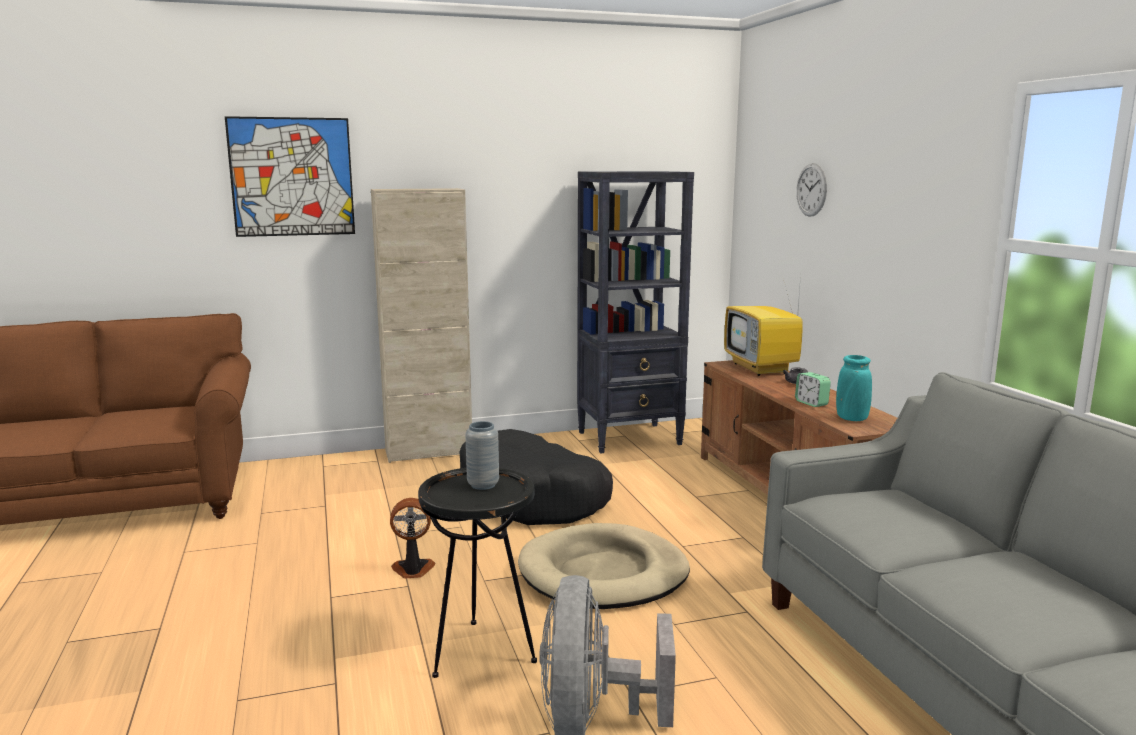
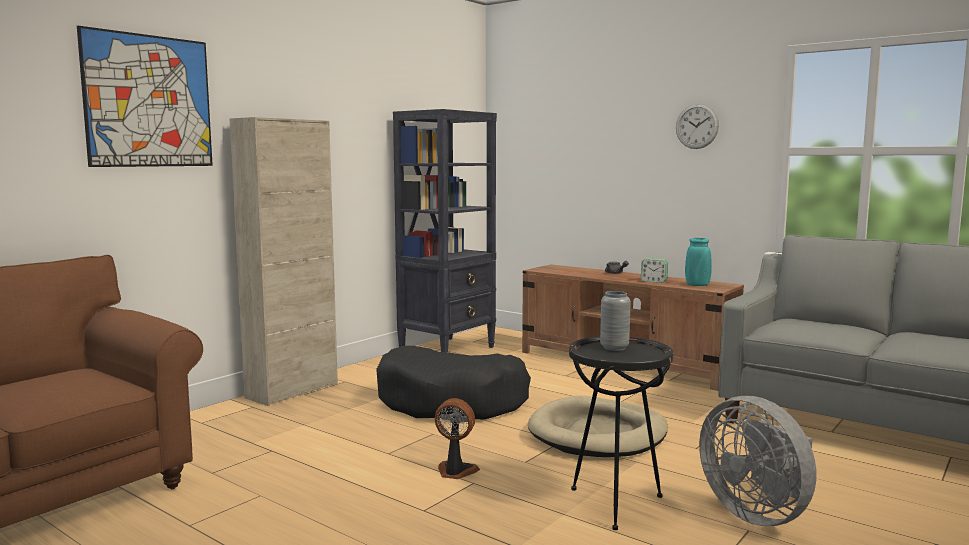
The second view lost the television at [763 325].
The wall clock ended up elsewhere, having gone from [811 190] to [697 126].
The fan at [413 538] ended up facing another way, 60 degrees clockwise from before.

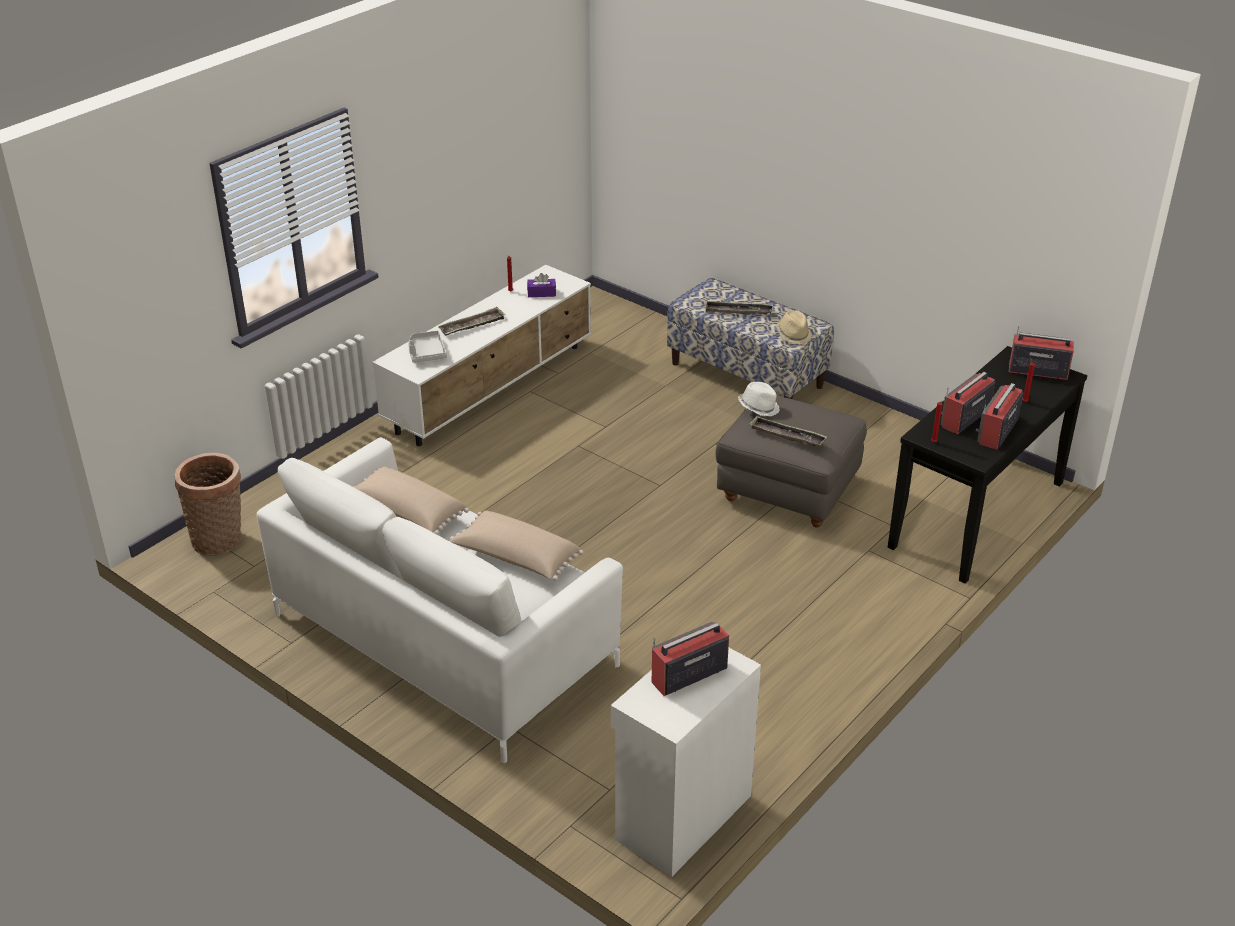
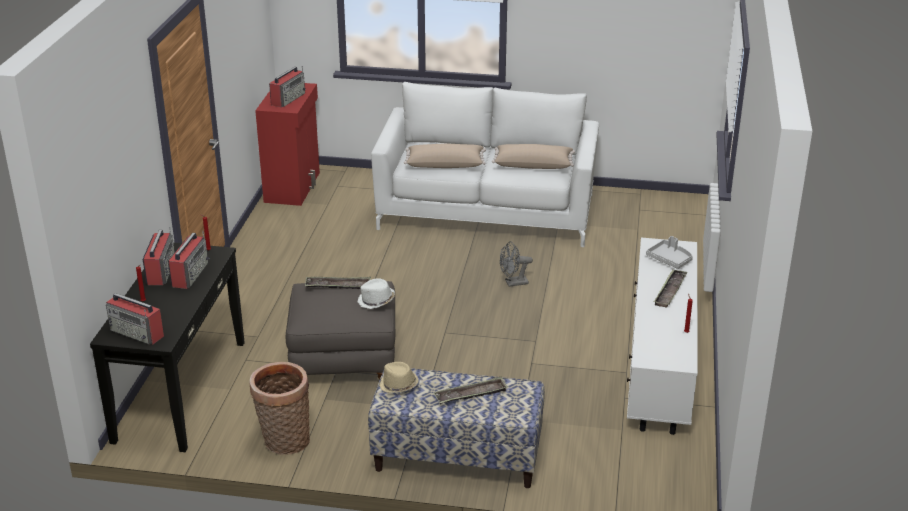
The second view lost the tissue box (purple) at [541 285].
The second view gained the fan (grey) at [516 264].
The basket ended up elsewhere, having gone from [208 504] to [279 408].
What was the cabinet (white) at [686 762] turned into the cabinet (red) at [287 144].
The radio at [1041 353] ended up facing another way, 45 degrees clockwise from before.

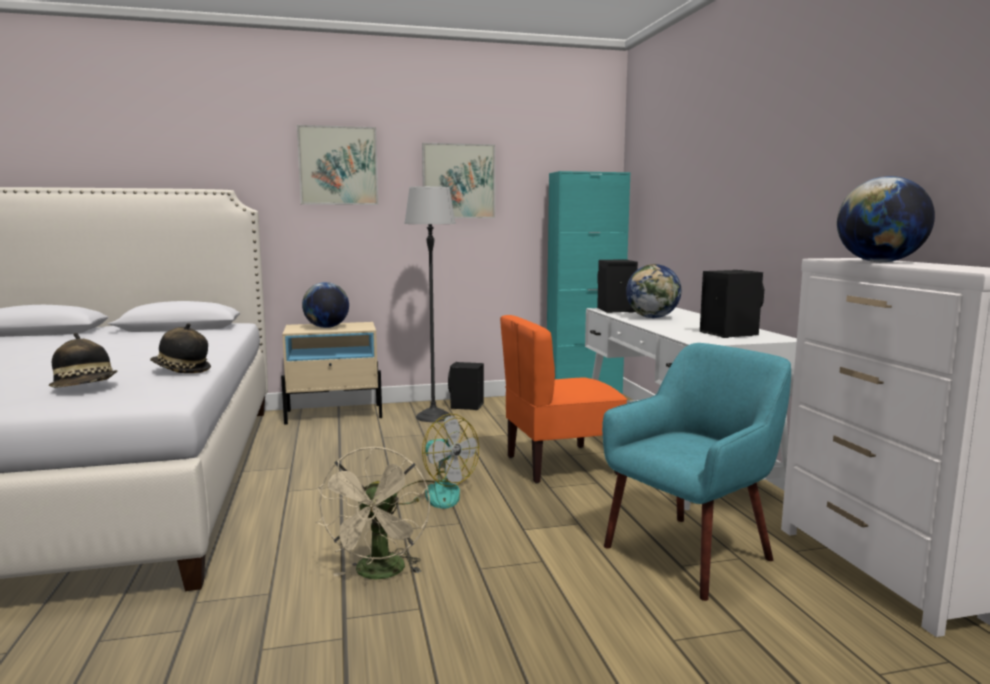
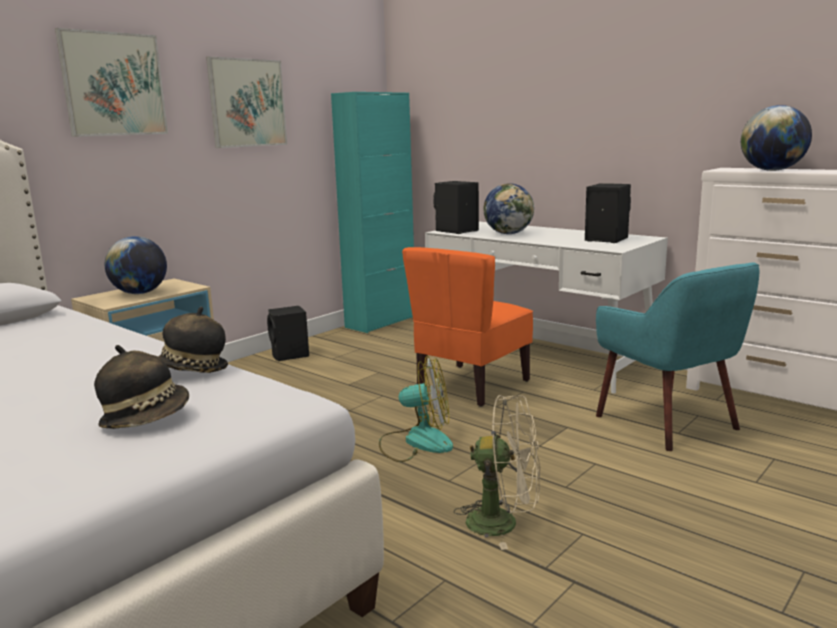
The second view lost the floor lamp at [430 304].
The fan (beige) at [373 512] ended up facing another way, 45 degrees counterclockwise from before.
The armchair (turquoise) at [696 472] ended up facing another way, 135 degrees clockwise from before.

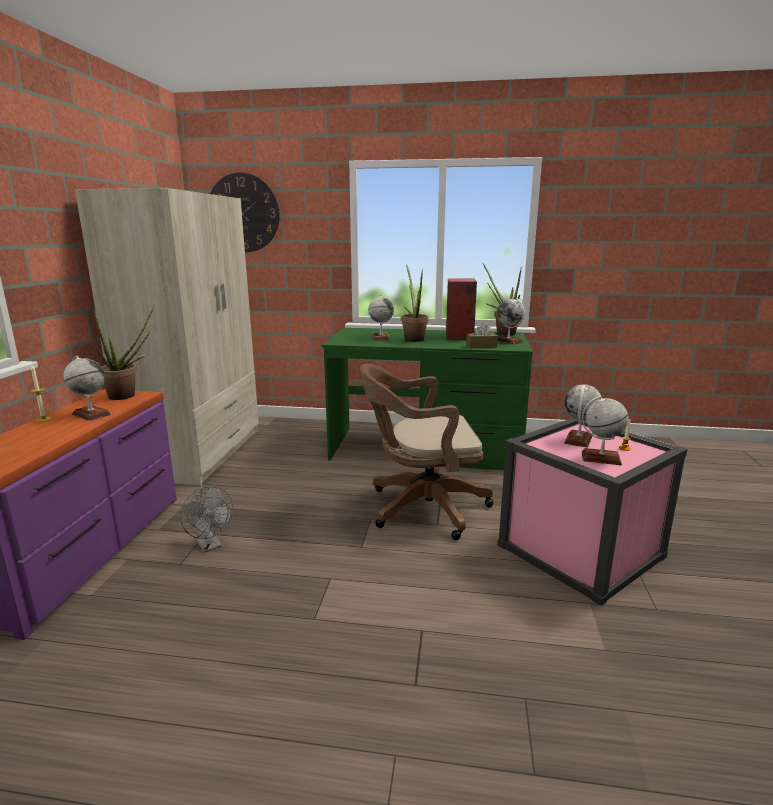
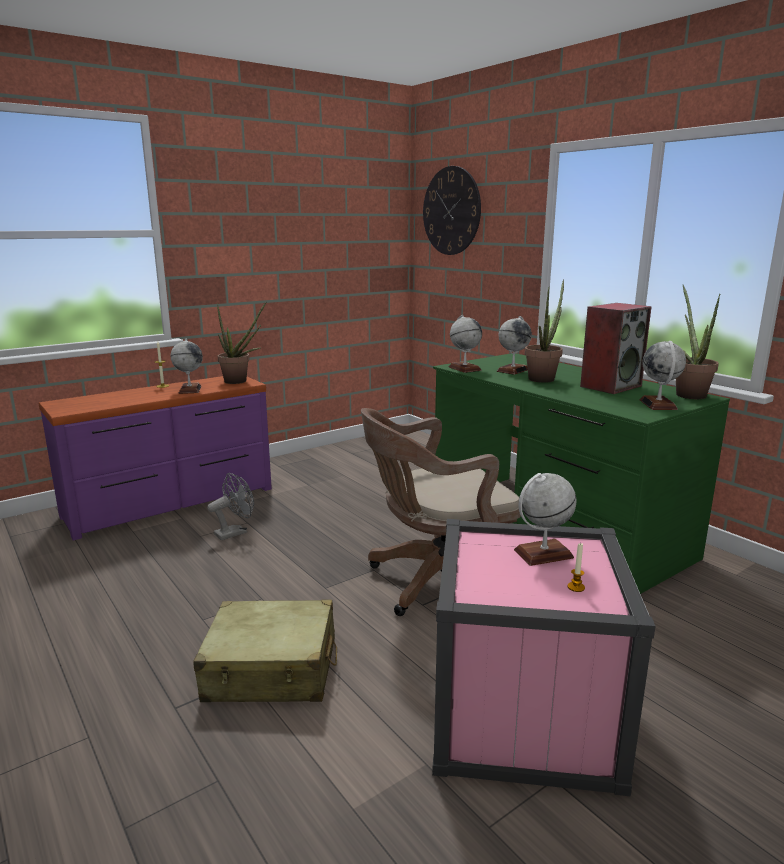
The second view lost the wardrobe (beige) at [167 336].
The second view lost the tissue box (brown) at [482 335].
The second view gained the suitcase (beige) at [265 651].
The globe ended up elsewhere, having gone from [605 430] to [465 344].
The fan (grey) at [207 519] ended up facing another way, 135 degrees counterclockwise from before.
The office chair (brown) at [427 452] ended up facing another way, 60 degrees counterclockwise from before.

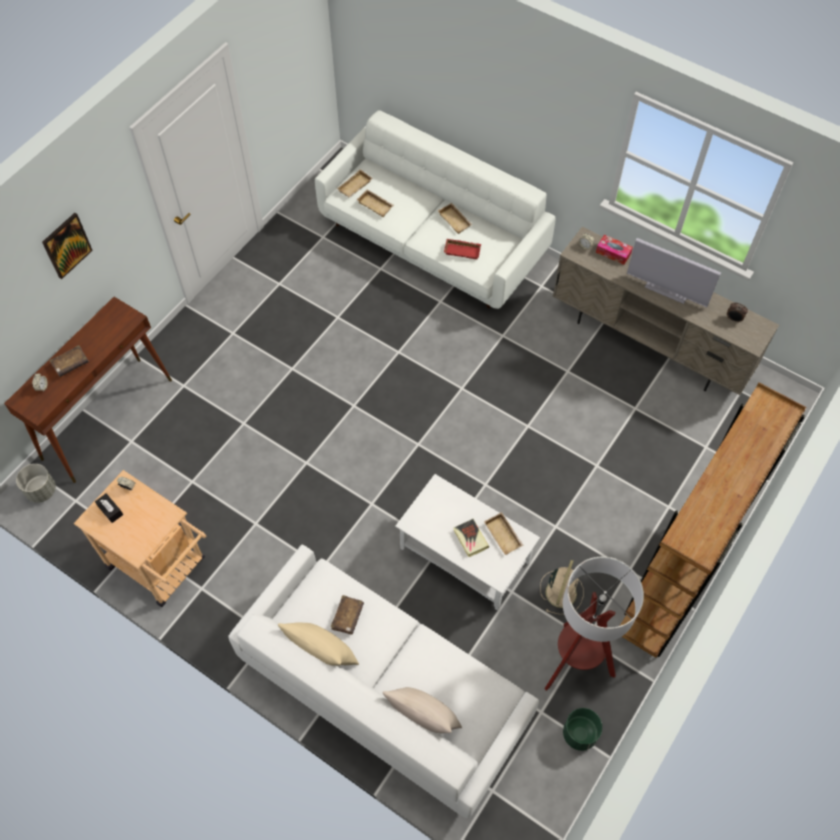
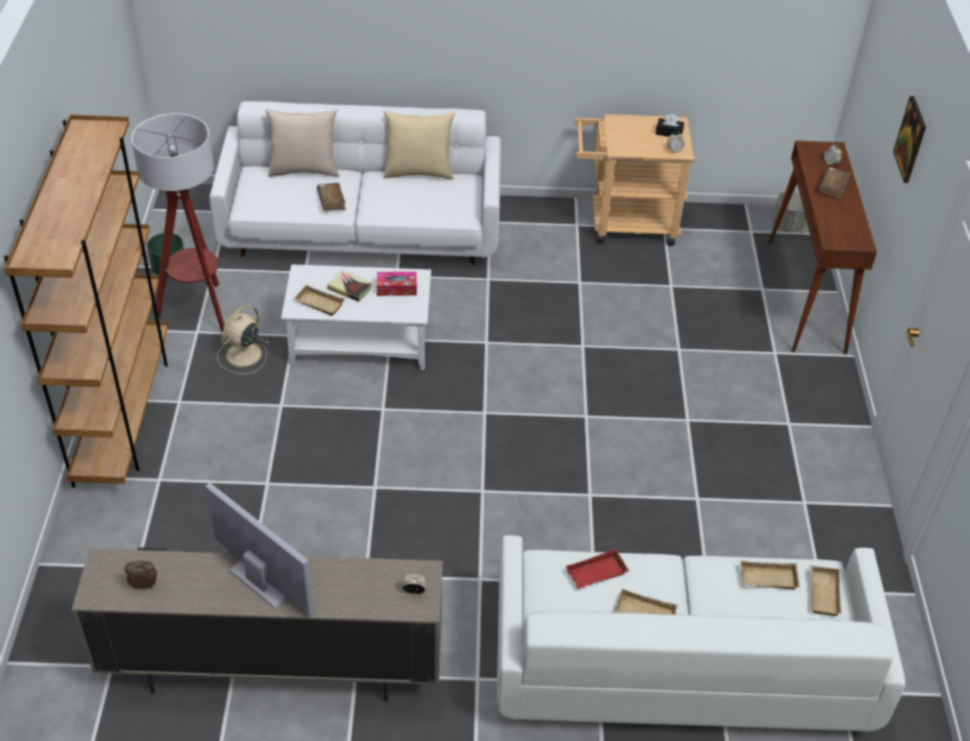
The book (brown) ended up elsewhere, having gone from [347 615] to [331 197].
The tissue box ended up elsewhere, having gone from [614 250] to [397 284].
The fan (beige) at [562 587] ended up facing another way, 45 degrees clockwise from before.
The television at [674 272] ended up facing another way, 45 degrees clockwise from before.

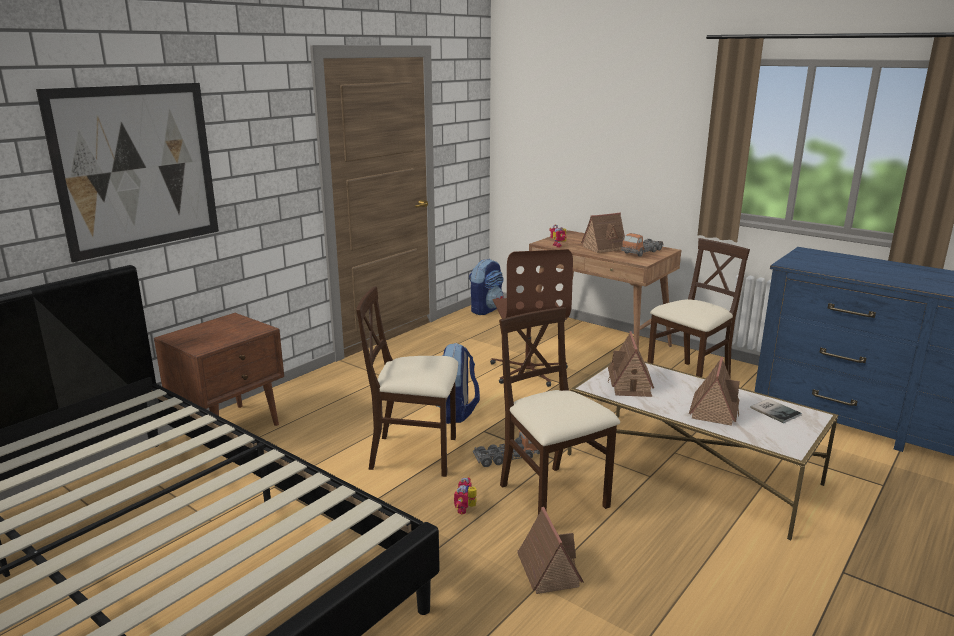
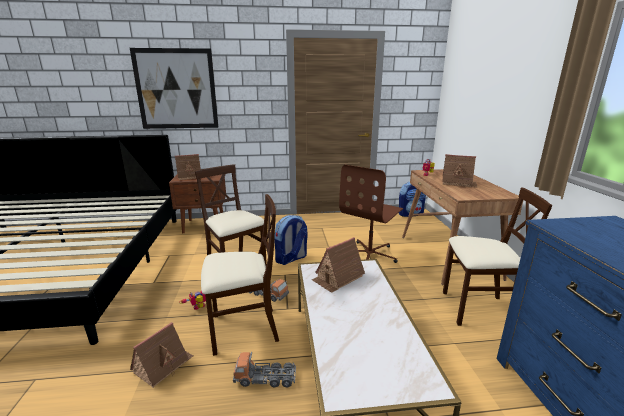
The second view lost the book at [776 411].
The toy truck ended up elsewhere, having gone from [642 245] to [264 369].
The toy house ended up elsewhere, having gone from [714 391] to [190 167].
The chair (beige) at [559 410] ended up facing another way, 60 degrees clockwise from before.

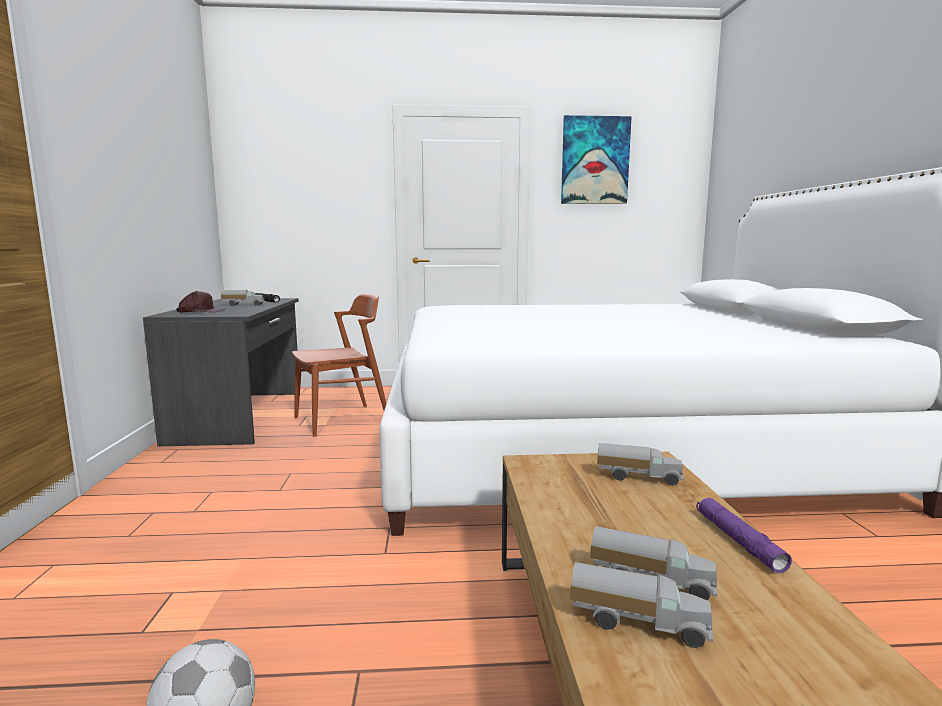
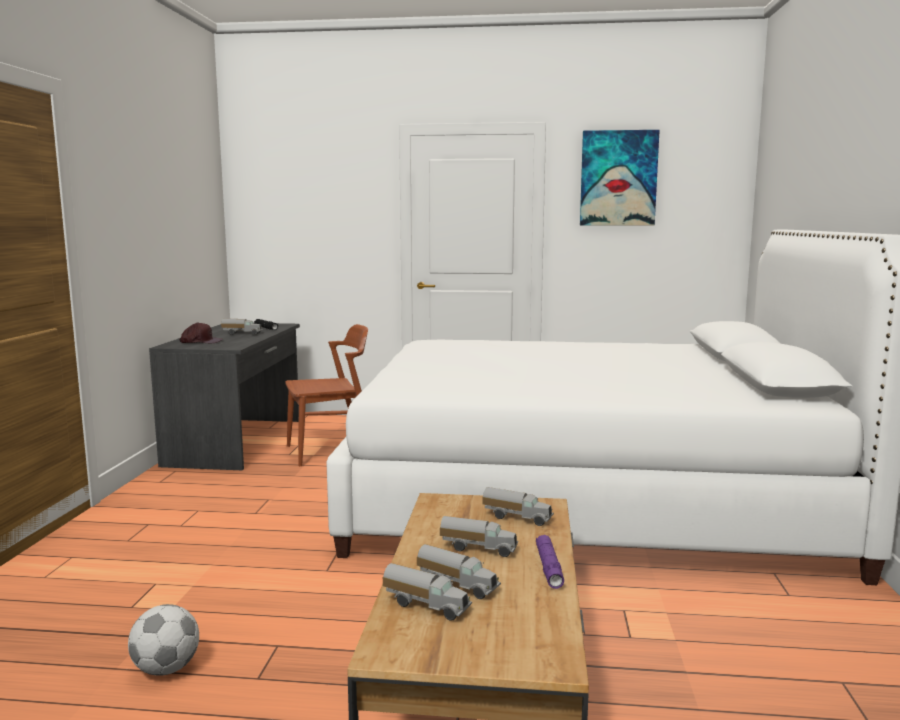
The second view gained the toy truck at [479 536].

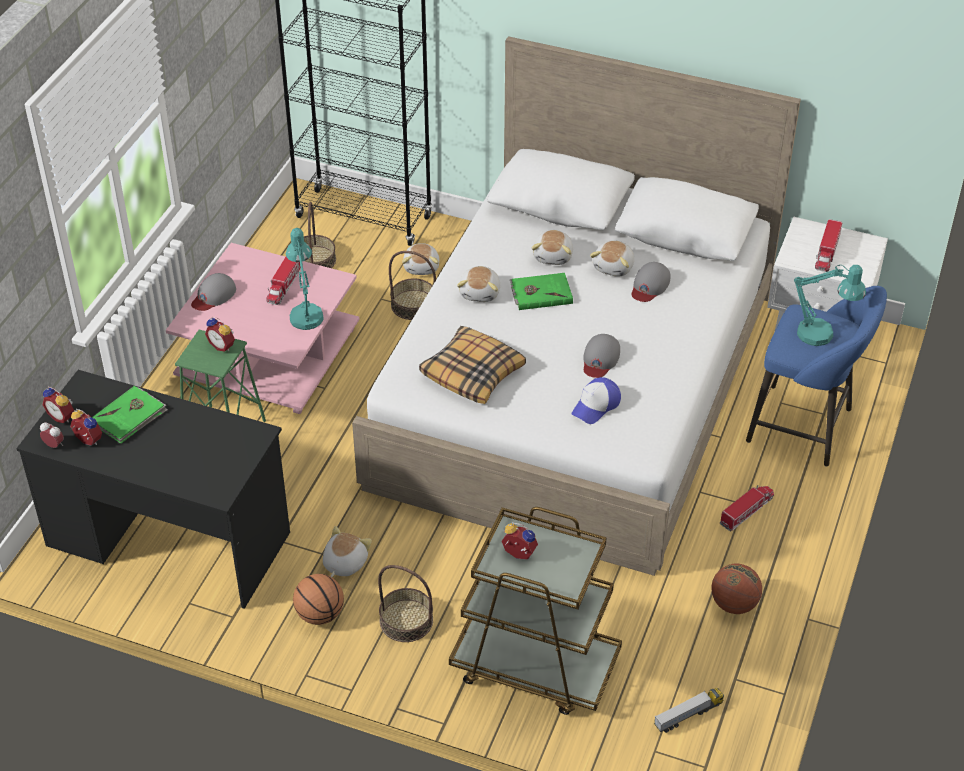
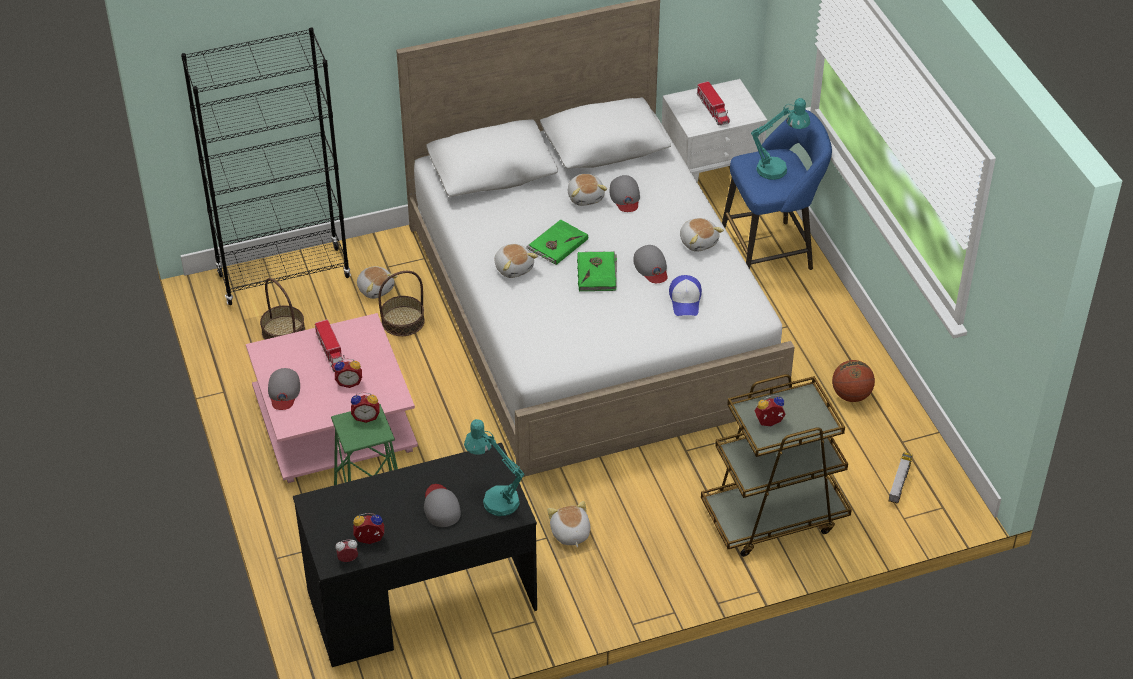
The second view lost the basketball at [318 599].
The second view lost the basket at [405 603].
The second view lost the pillow at [472 365].
The second view lost the toy truck at [747 508].
The second view gained the cap (grey) at [442 505].
The alarm clock ended up elsewhere, having gone from [58 405] to [348 373].
The book (green) ended up elsewhere, having gone from [130 415] to [597 271].
The table lamp (turquoise) ended up elsewhere, having gone from [305 279] to [494 467].
The plush toy ended up elsewhere, having gone from [552 247] to [702 235].

